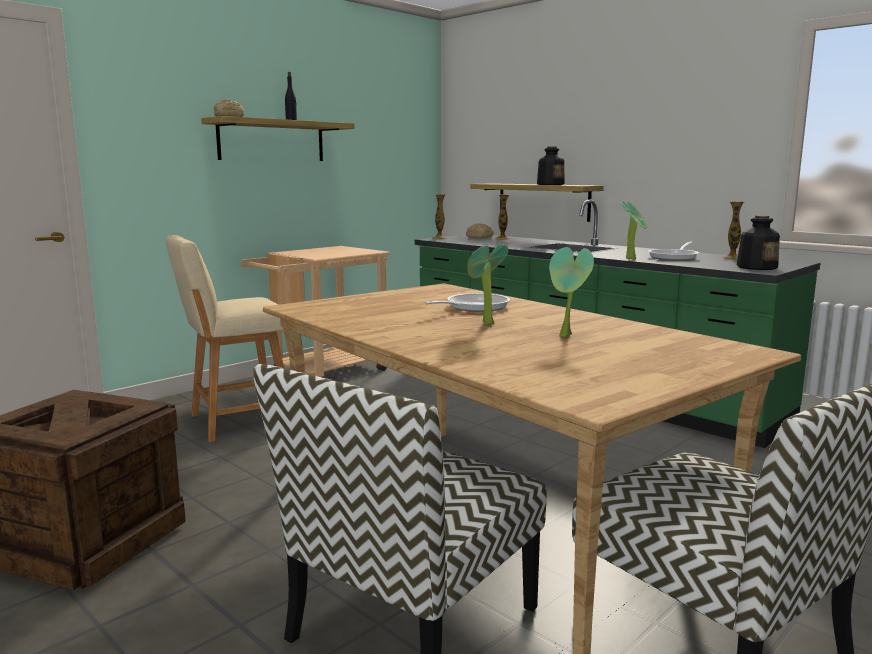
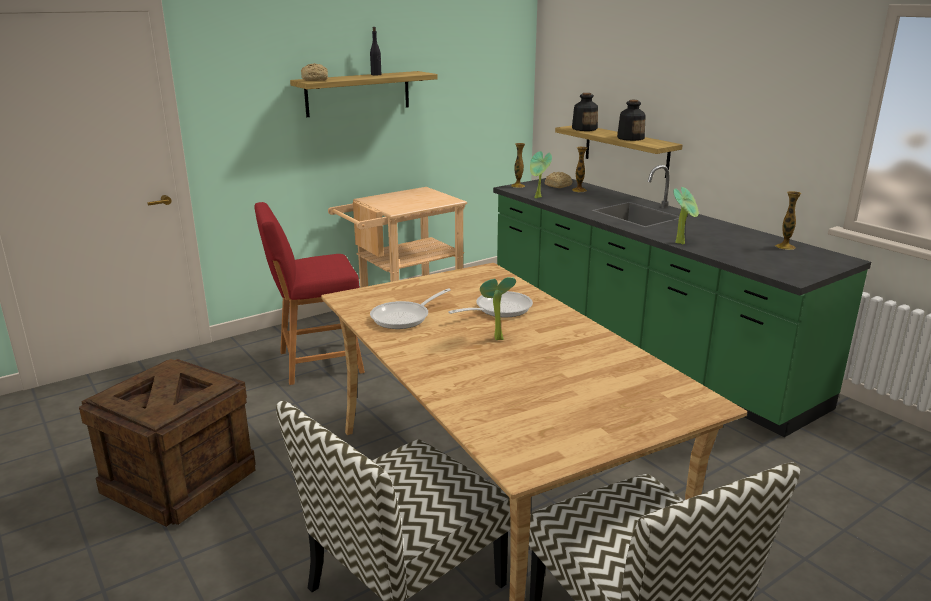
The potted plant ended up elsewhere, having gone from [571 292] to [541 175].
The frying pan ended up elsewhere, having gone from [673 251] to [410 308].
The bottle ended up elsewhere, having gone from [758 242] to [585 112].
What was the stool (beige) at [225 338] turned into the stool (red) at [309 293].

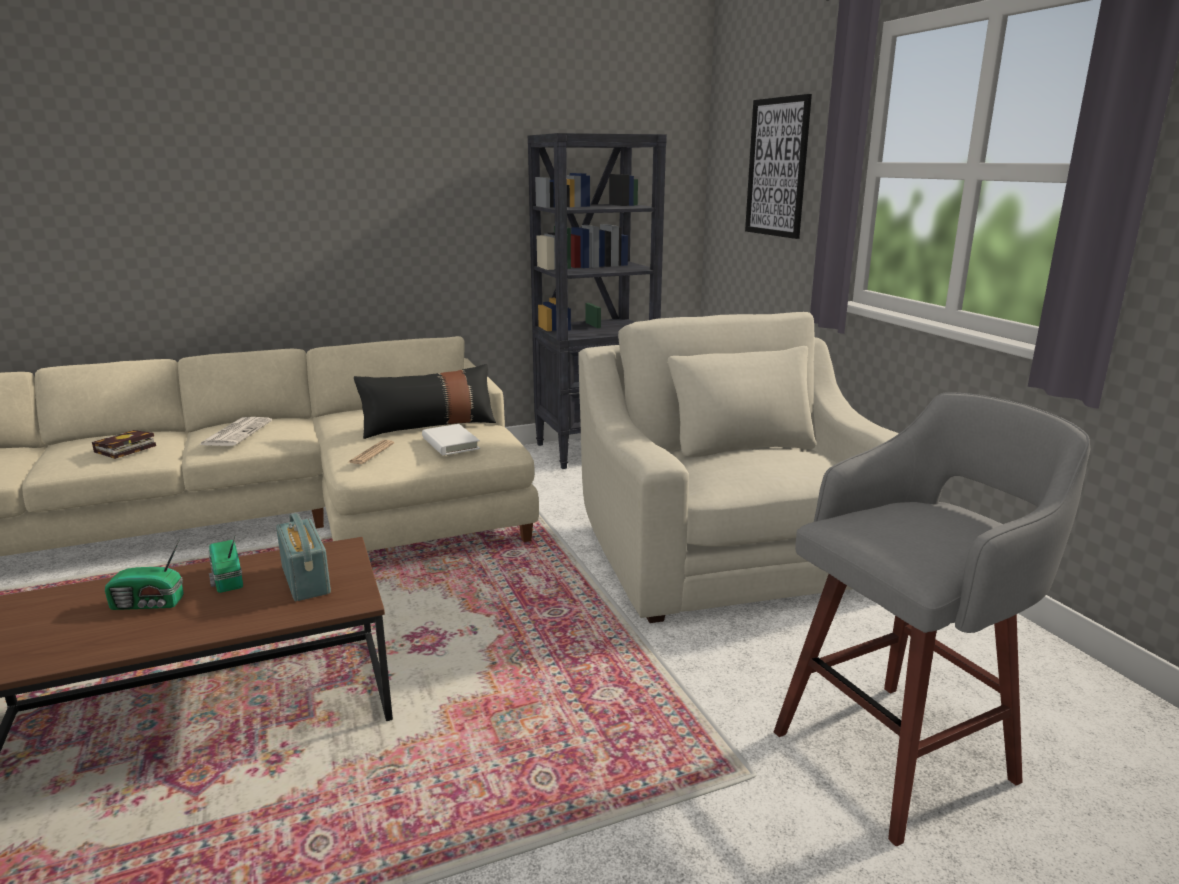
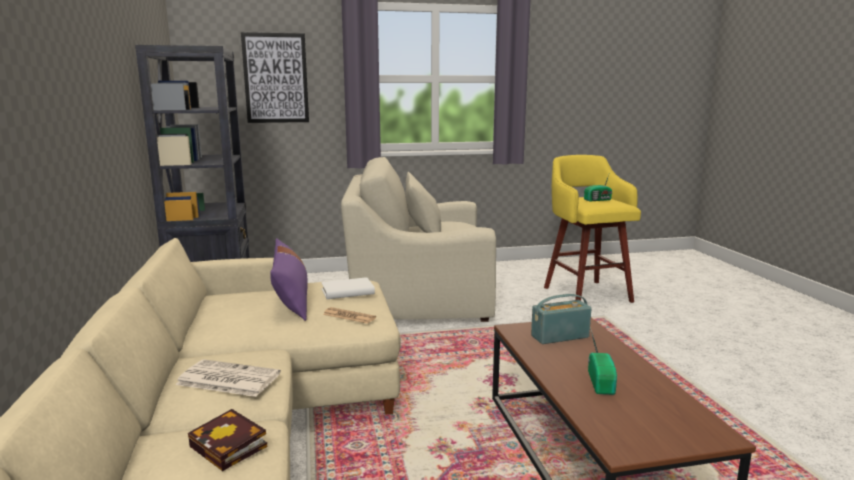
The radio ended up elsewhere, having gone from [225 564] to [598 188].
What was the pillow (black) at [425 401] turned into the pillow (purple) at [289 279].
What was the stool (grey) at [932 619] turned into the stool (yellow) at [592 229].

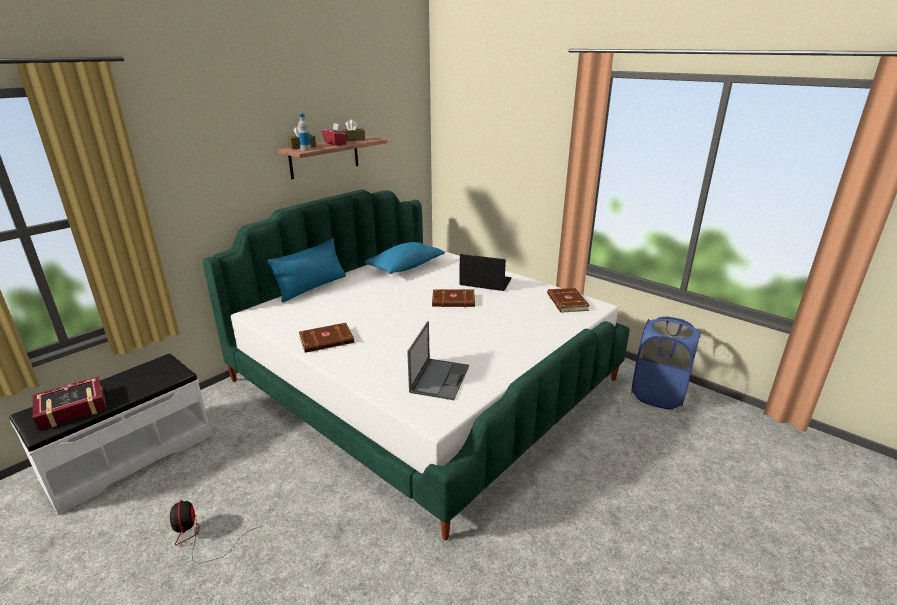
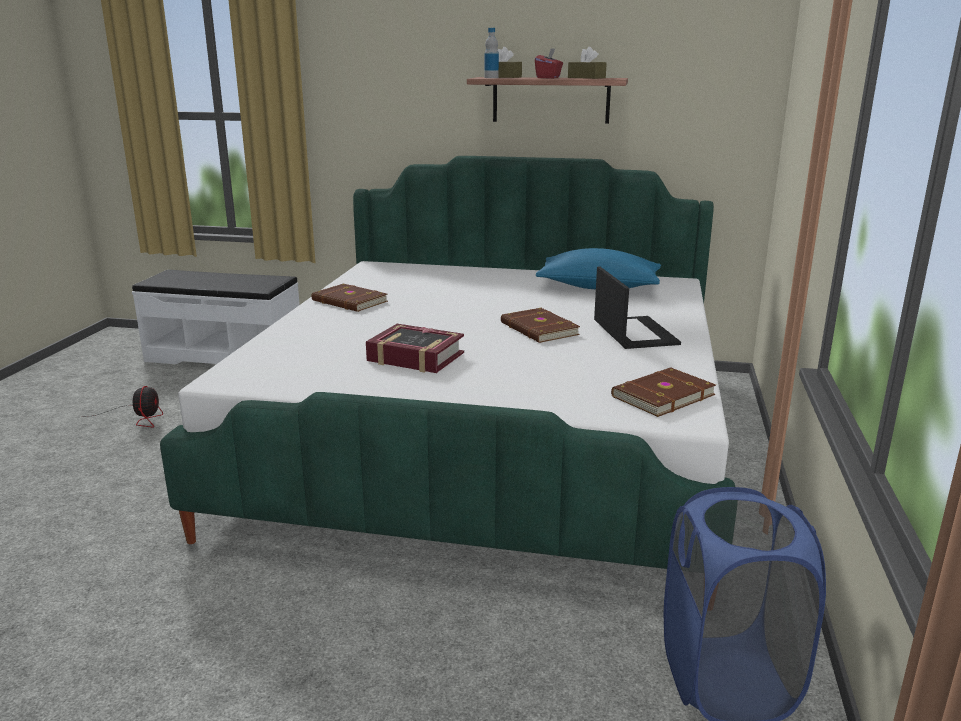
The second view lost the pillow (blue) at [306 270].
The second view lost the laptop at [438 360].
The book ended up elsewhere, having gone from [70 403] to [415 348].
The fan at [214 531] ended up facing another way, 135 degrees clockwise from before.

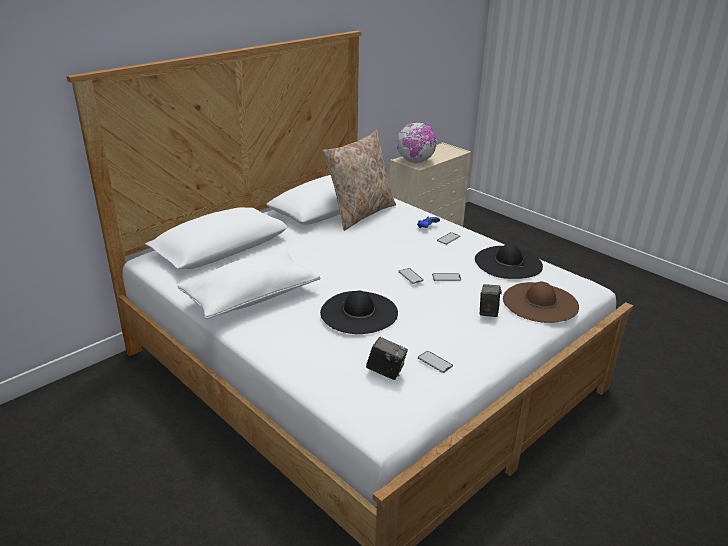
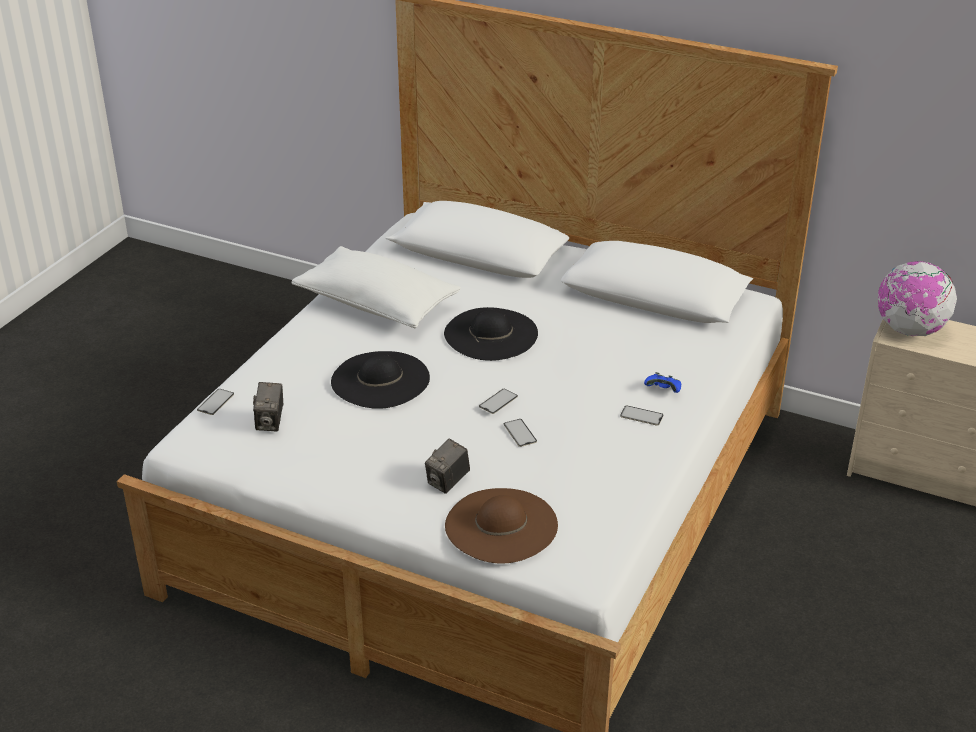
The second view lost the pillow (beige) at [359 180].
The phone ended up elsewhere, having gone from [435 362] to [215 402].
The hat (black) ended up elsewhere, having gone from [509 261] to [491 334].
The photo camera at [491 300] ended up facing another way, 135 degrees clockwise from before.

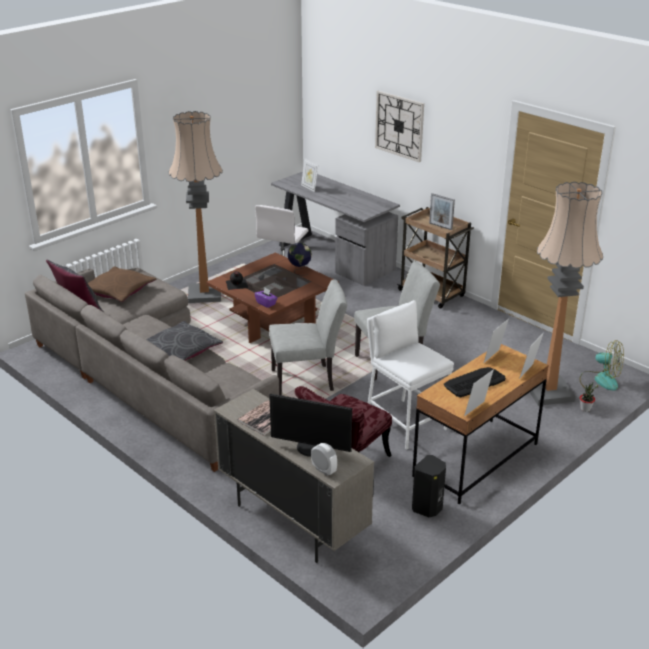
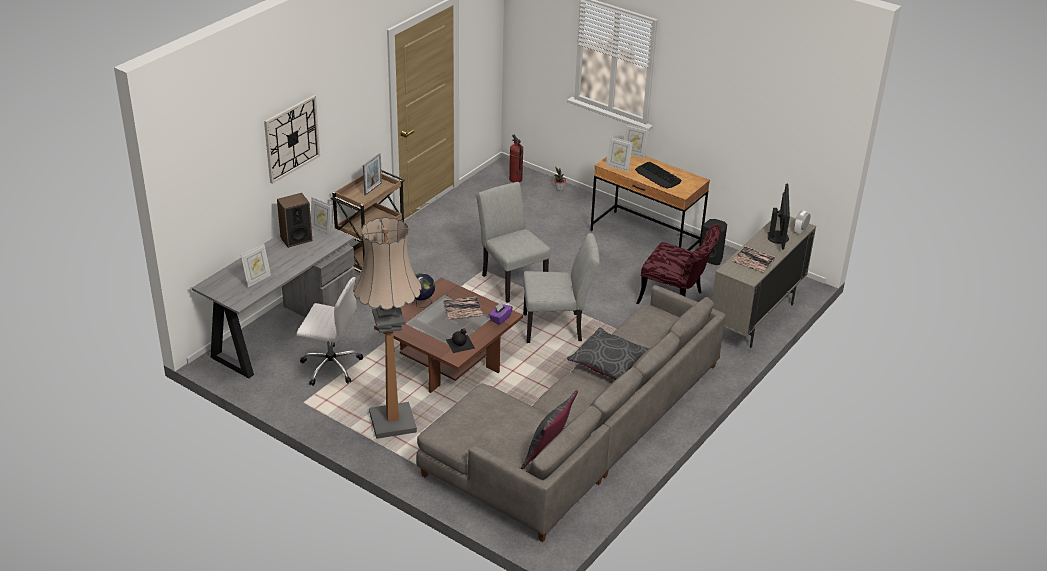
The second view lost the pillow (brown) at [122 284].
The second view lost the stool (white) at [410 375].
The second view lost the floor lamp at [566 294].
The second view gained the speaker at [294 220].
The second view gained the book at [463 308].
The picture frame ended up elsewhere, having gone from [479 392] to [322 217].
Where the fan stood at [602 365], the fire extinguisher came to stand at [516 159].
The chair (grey) at [308 337] ended up facing another way, 105 degrees clockwise from before.

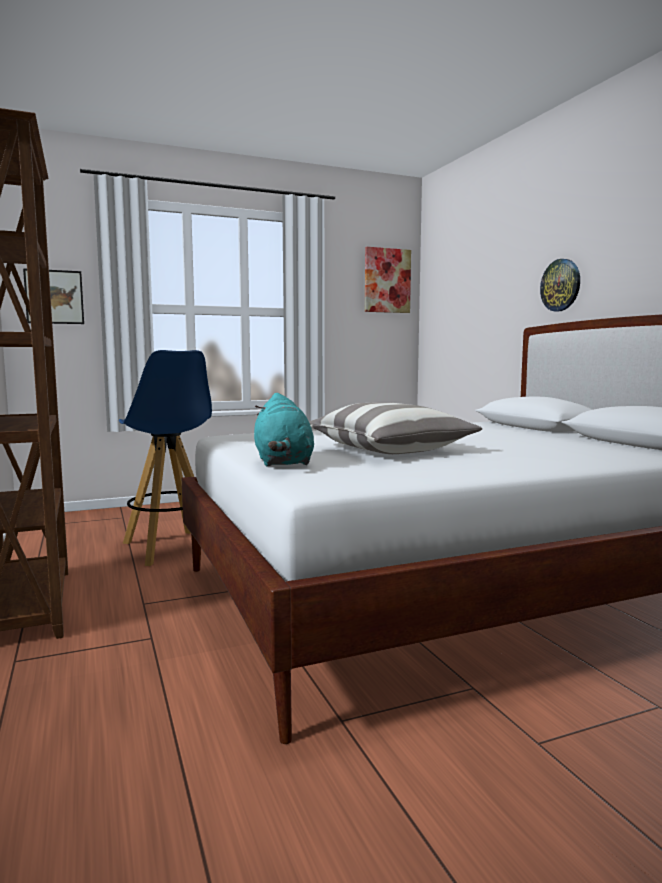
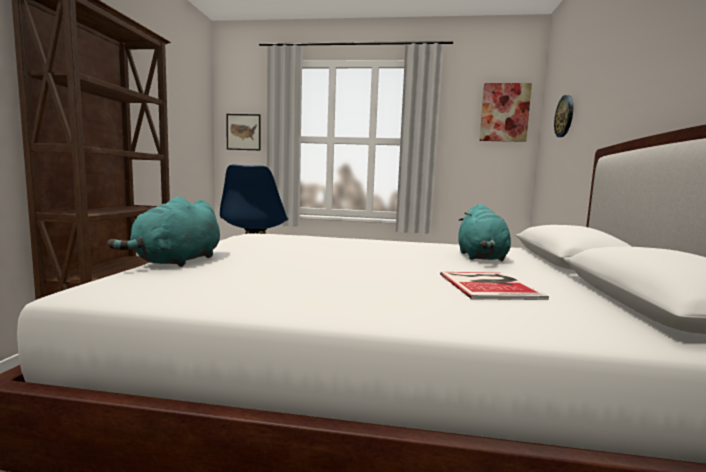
The second view lost the pillow at [395 428].
The second view gained the book at [494 286].
The second view gained the plush toy (turquoise) at [484 232].
The wall clock ended up elsewhere, having gone from [560 285] to [563 116].

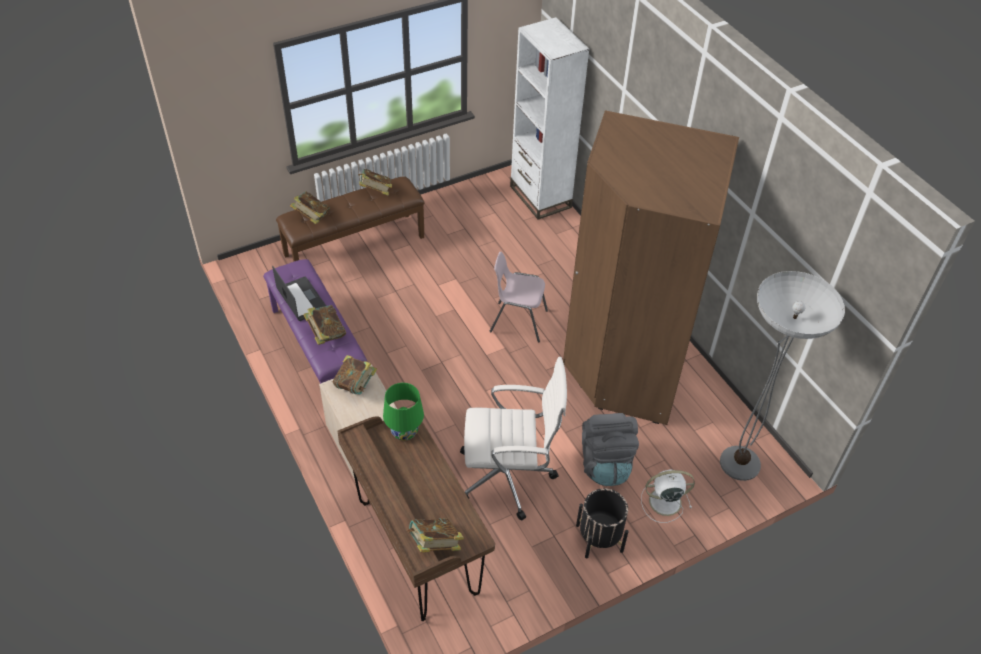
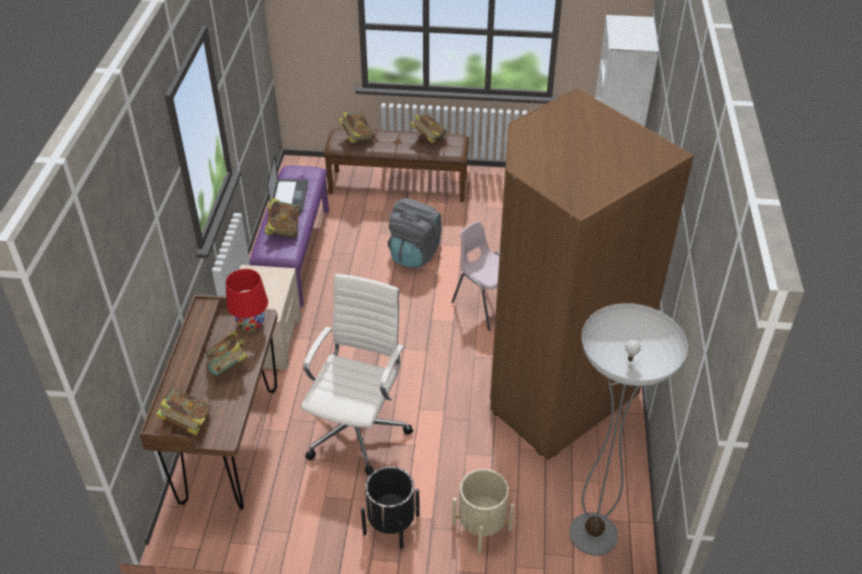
The book ended up elsewhere, having gone from [355 374] to [226 352].
The backpack (grey) ended up elsewhere, having gone from [610 449] to [415 233].
Where the fan (white) stood at [668 496], the planter (beige) came to stand at [483 511].
What was the table lamp (green) at [403 412] turned into the table lamp (red) at [247 300].
The office chair (white) at [513 439] ended up facing another way, 105 degrees counterclockwise from before.

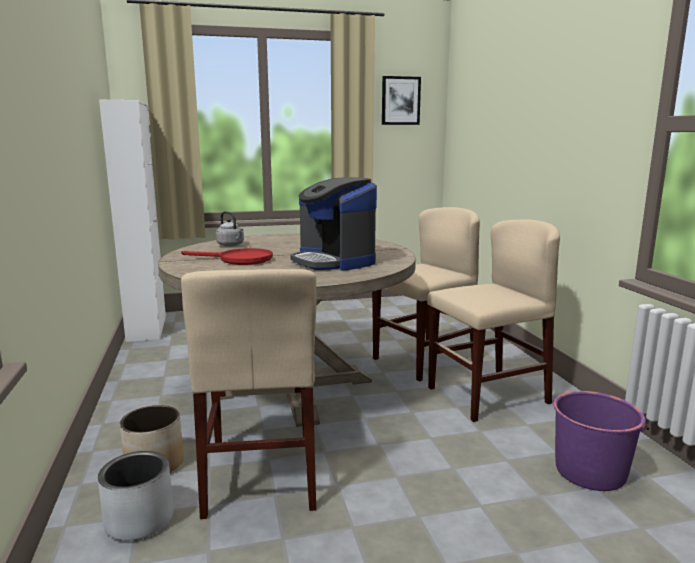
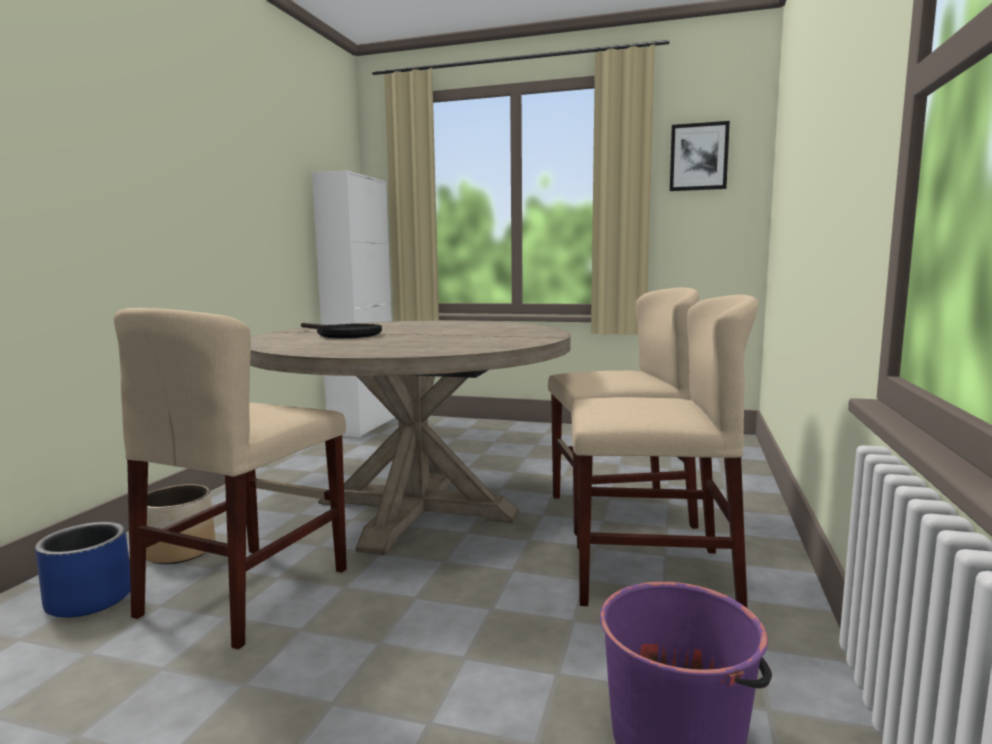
The second view lost the kettle (grey) at [230 228].
The second view lost the coffee machine at [333 224].
What was the planter (grey) at [136 496] turned into the planter (blue) at [82 570].
What was the frying pan (red) at [227 256] turned into the frying pan (black) at [341 330].

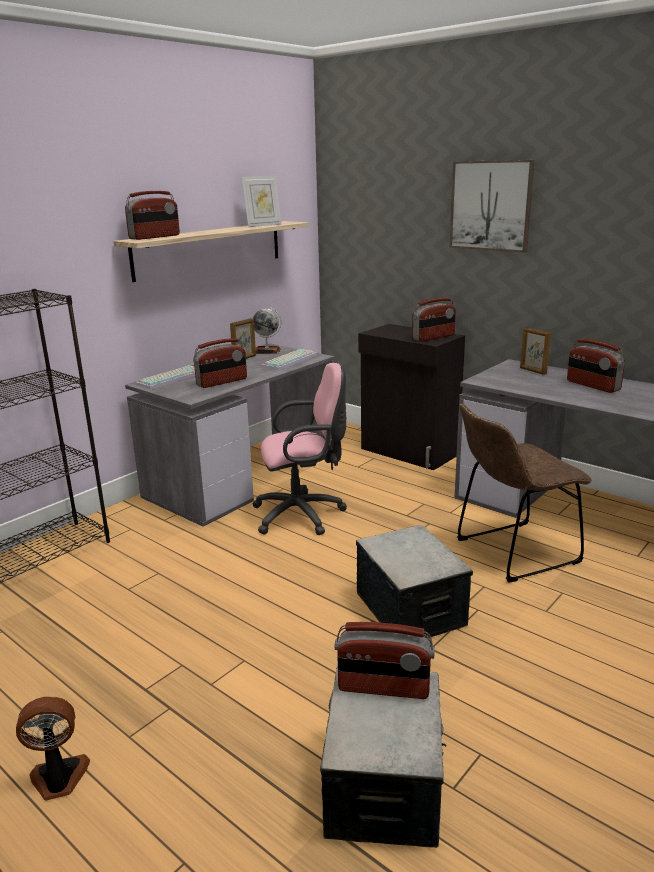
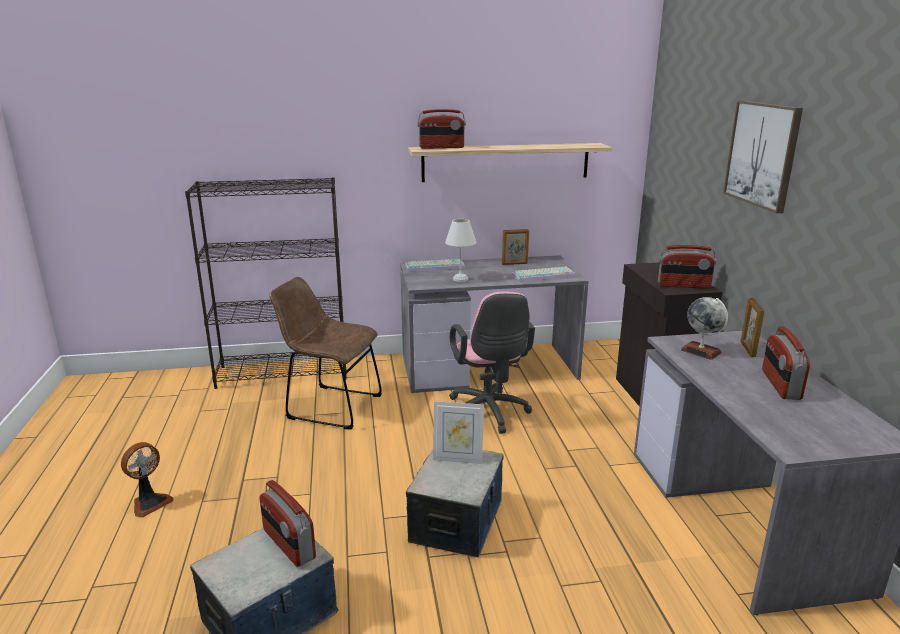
The picture frame ended up elsewhere, having gone from [262 201] to [458 432].
The globe ended up elsewhere, having gone from [267 330] to [704 328].
The chair (brown) ended up elsewhere, having gone from [524 493] to [325 353].
Where the radio stood at [220 363], the table lamp (white) came to stand at [461 250].
The fan at [53 748] ended up facing another way, 105 degrees clockwise from before.
The office chair (pink) at [299 449] ended up facing another way, 45 degrees clockwise from before.

